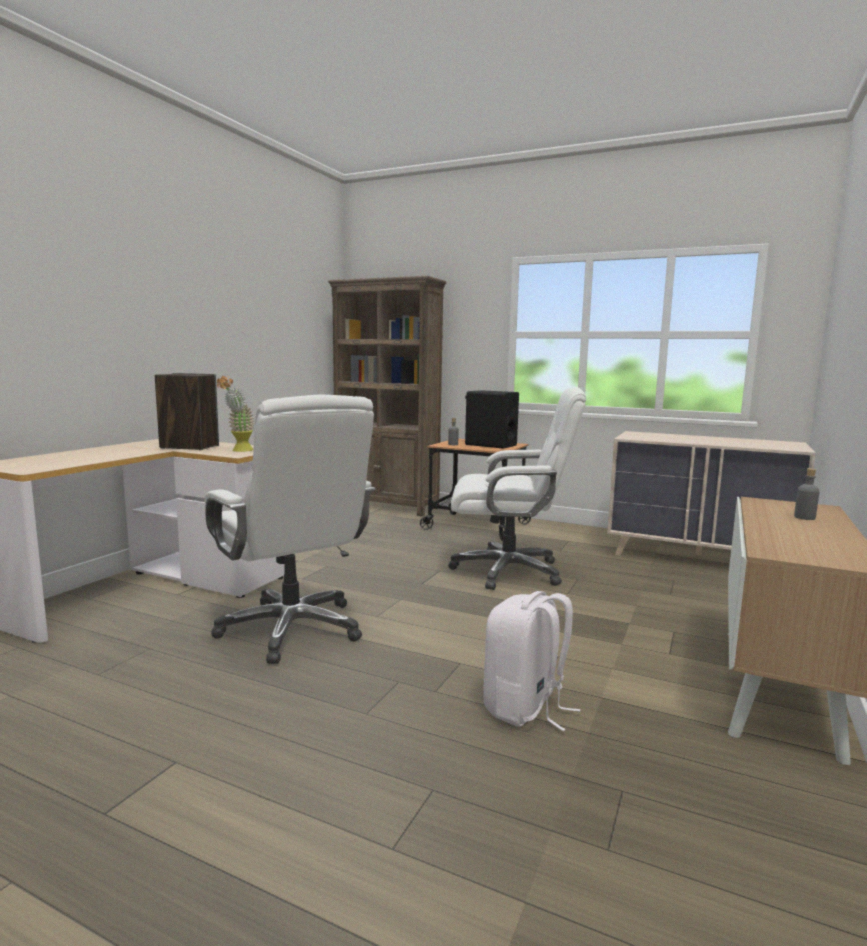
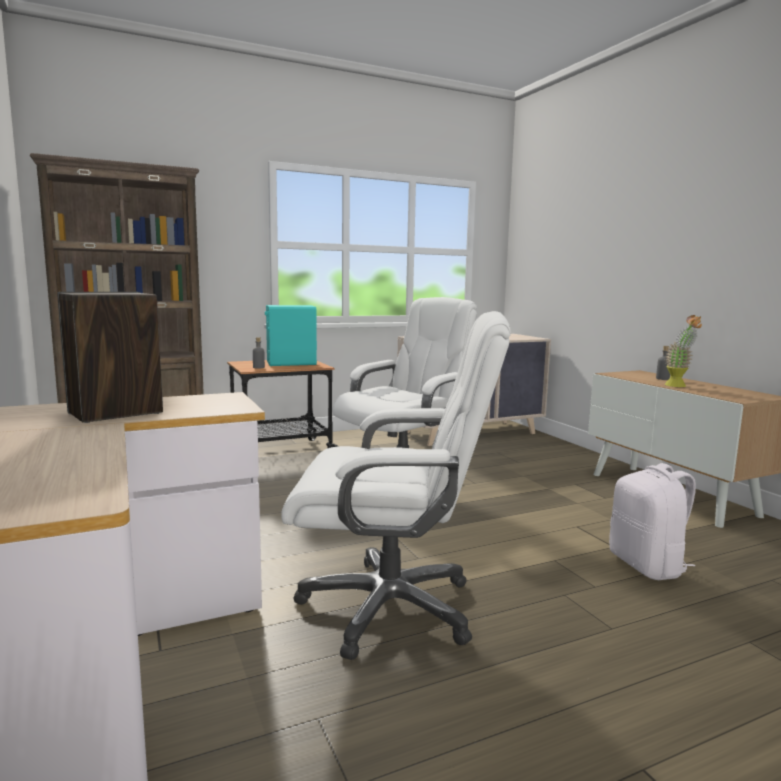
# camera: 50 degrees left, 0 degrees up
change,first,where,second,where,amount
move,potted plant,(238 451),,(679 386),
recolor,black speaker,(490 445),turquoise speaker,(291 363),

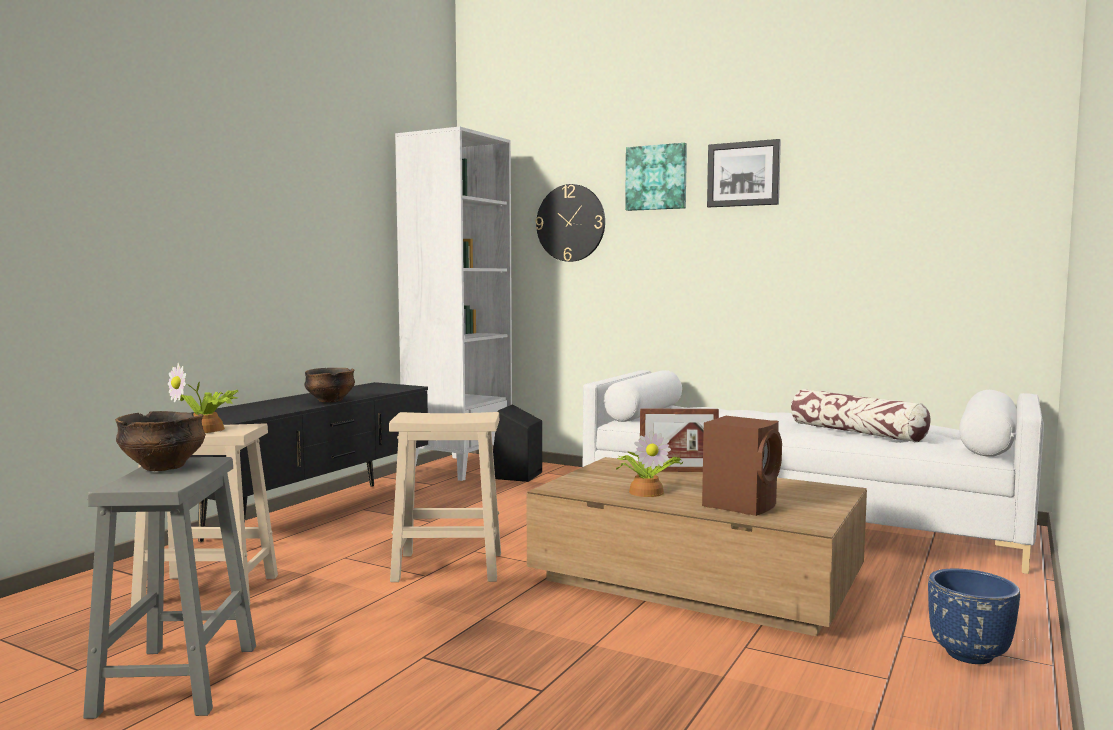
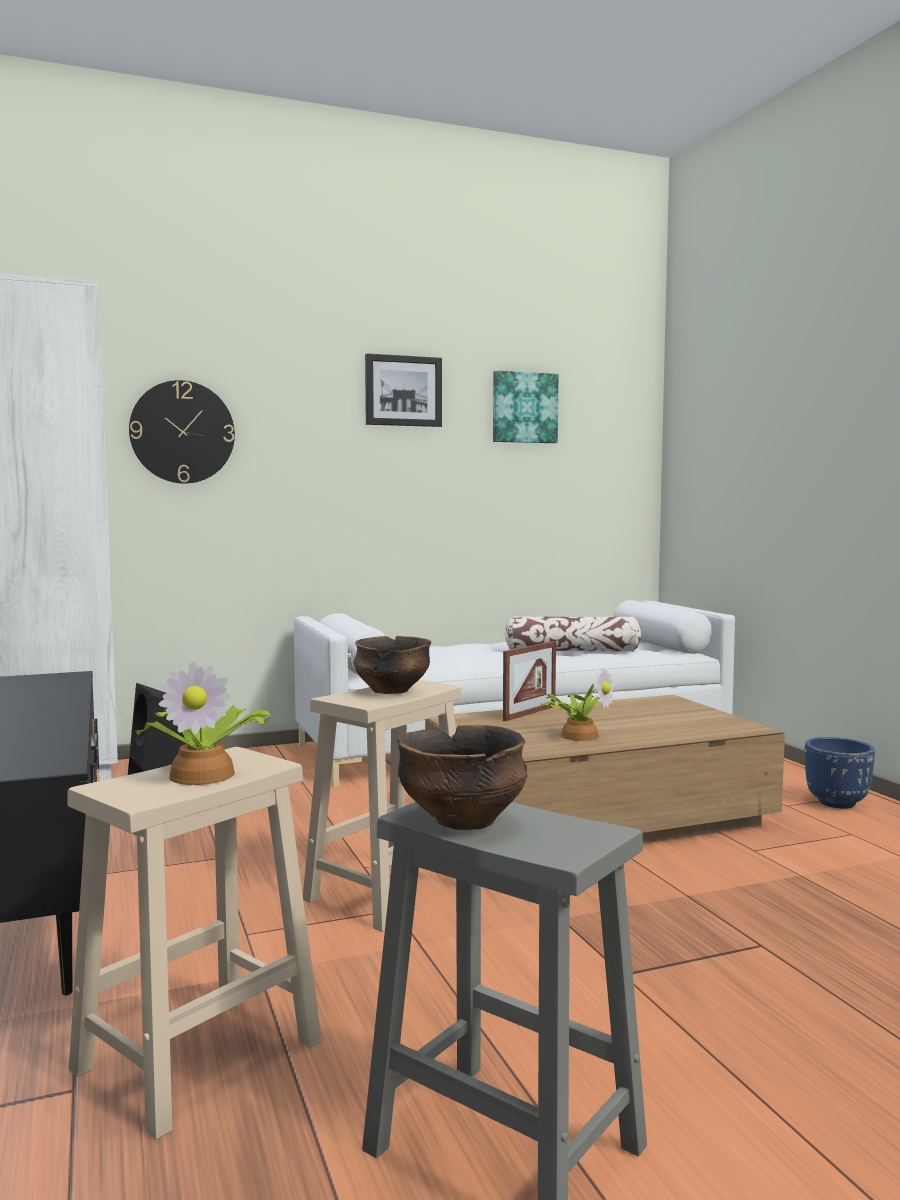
# camera: 50 degrees left, 0 degrees up
change,first,where,second,where,amount
move,picture,(656 177),,(524 408),
move,bowl,(330 401),,(391 691),
delete,brown speaker,(741 505),,,

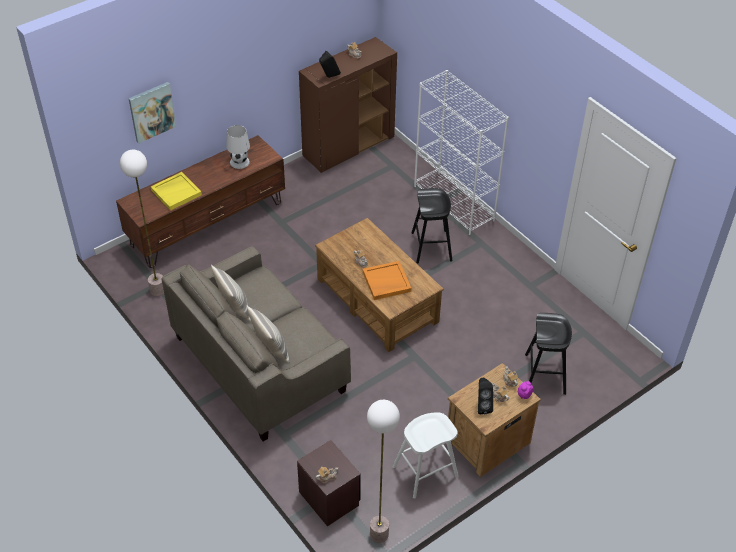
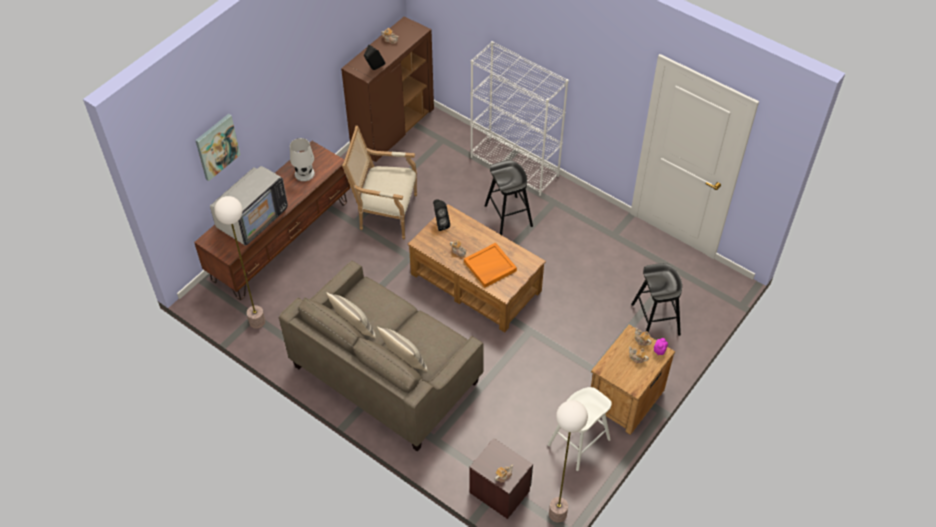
# camera: 15 degrees left, 5 degrees up
change,first,where,second,where,amount
replace,yellow tray,(176 192),television,(252 219),
move,black speaker,(482 406),,(440 224),
insert,,,armchair,(384 213),

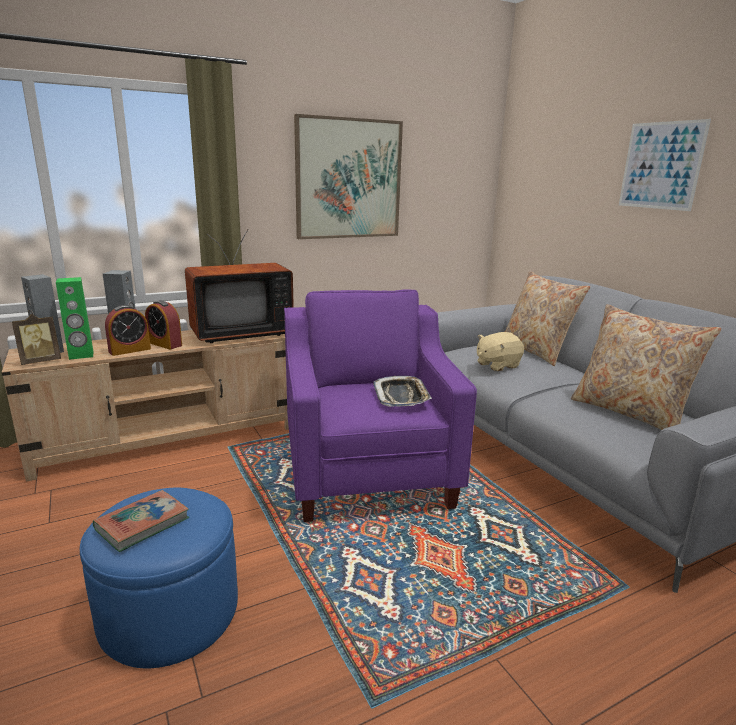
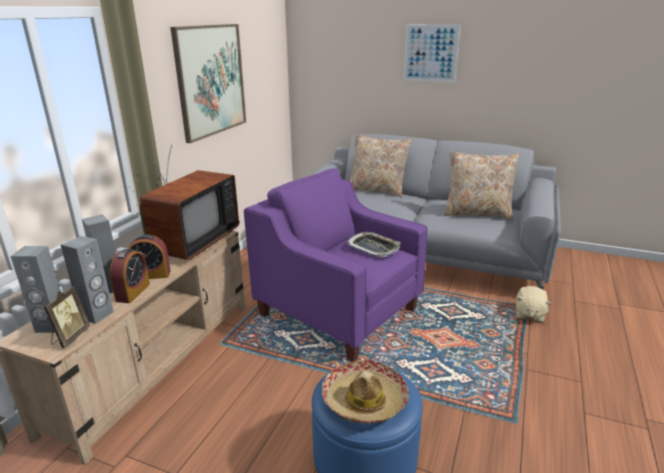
# camera: 40 degrees left, 5 degrees up
change,first,where,second,where,amount
recolor,green speaker,(81 355),grey speaker,(97 315),
move,beige plush toy,(497 365),,(529 314),
replace,book,(142 524),hat,(364 400),

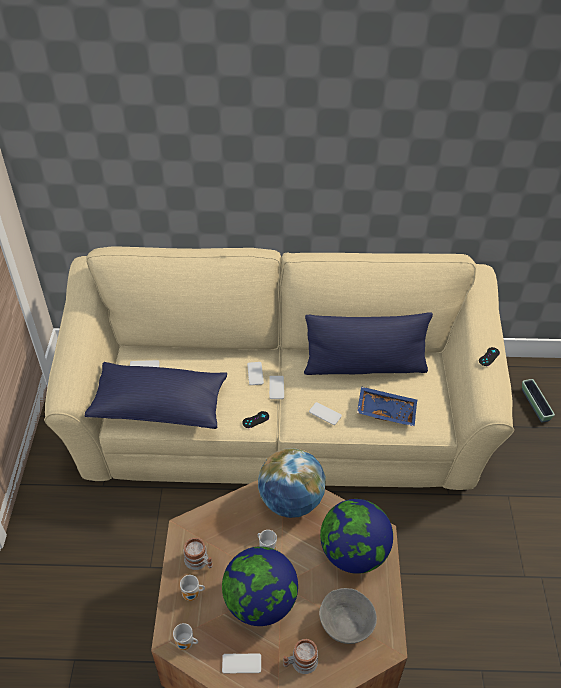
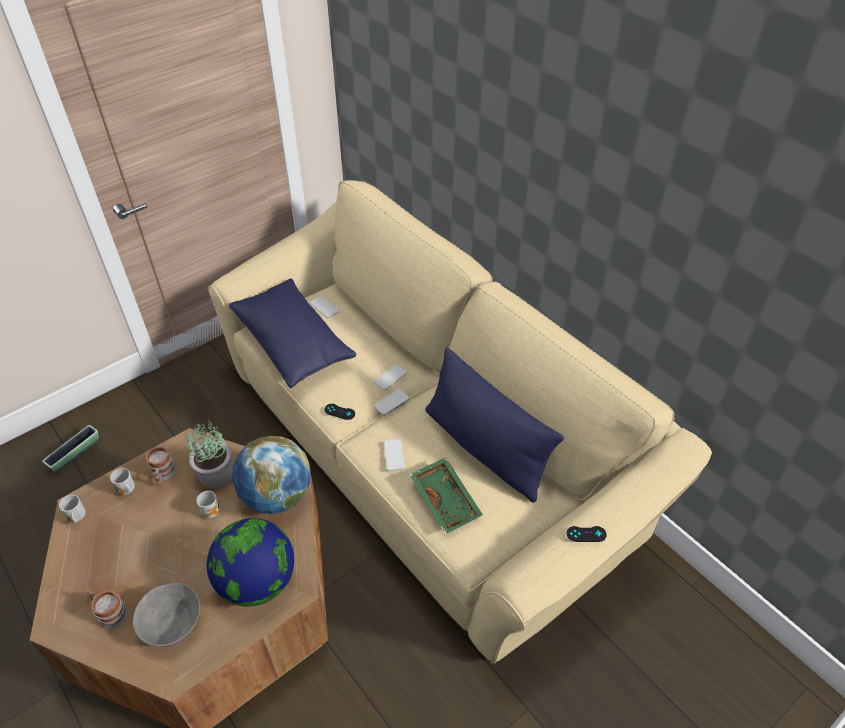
# camera: 50 degrees right, 0 degrees up
change,first,where,second,where,amount
move,planter,(535 405),,(75 454),
recolor,blue tray,(386 410),green tray,(446 500),
delete,globe,(260 602),,,
delete,phone,(241 663),,,
insert,,,potted plant,(217 474),

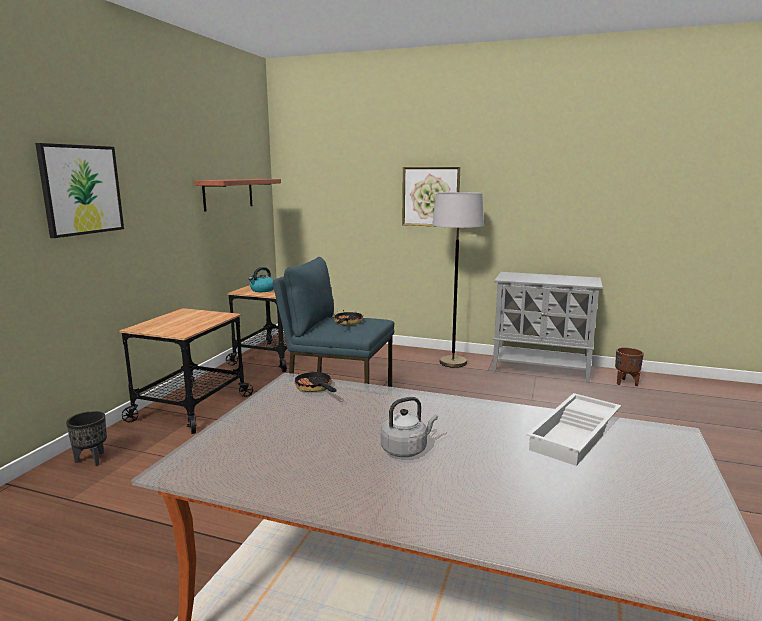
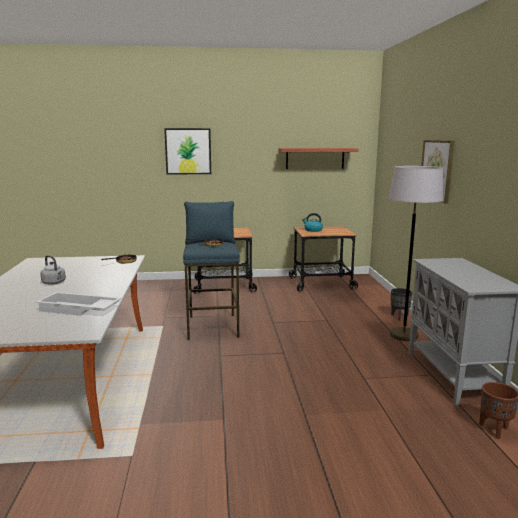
# camera: 65 degrees right, 0 degrees up
change,first,where,second,where,amount
move,black planter,(92 459),,(399 317),

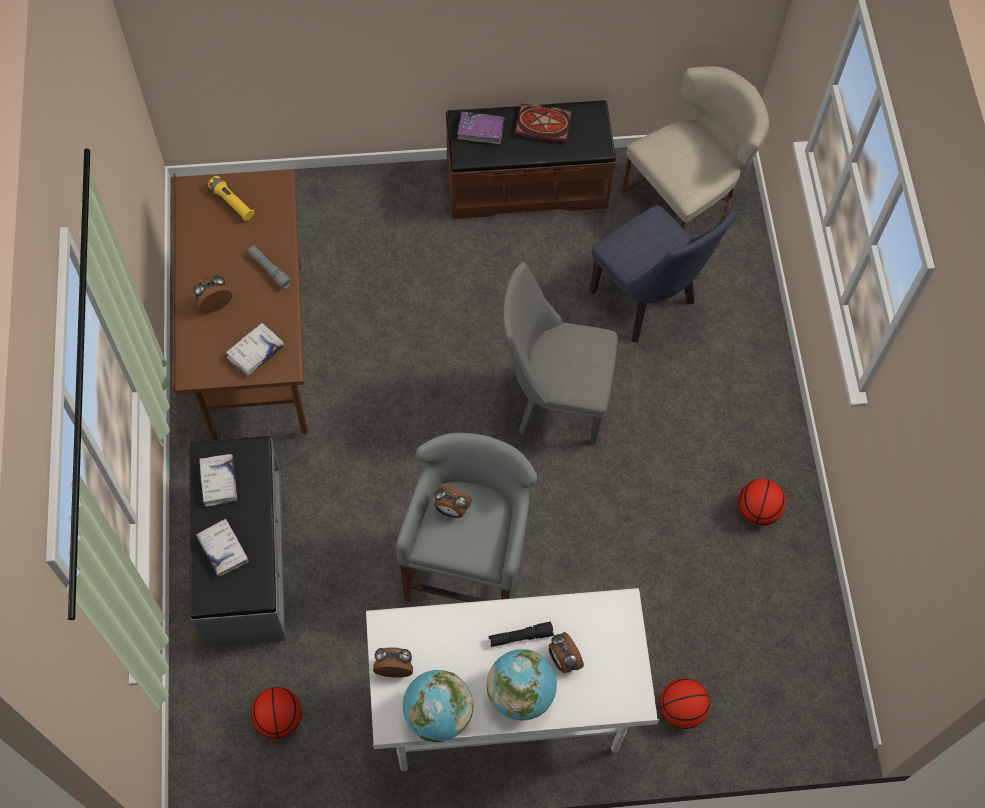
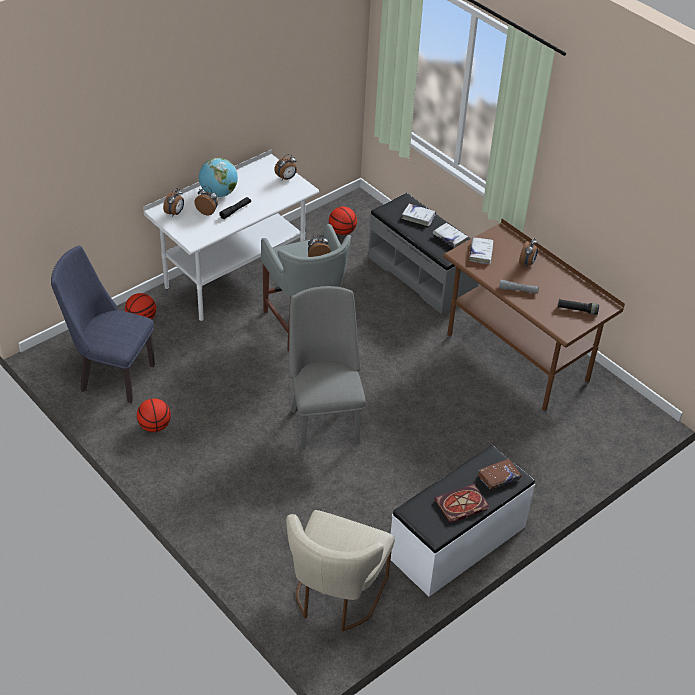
# camera: 145 degrees right, 20 degrees down
change,first,where,second,where,amount
recolor,brown bench,(526 184),white bench,(458 543),
recolor,purple book,(480 130),brown book,(498 477),
recolor,yellow flashlight,(232 202),black flashlight,(577 310),
move,blue chair,(648 303),,(111 375),
rotate,grey chair,(553 402),,(324 420),75 degrees counterclockwise
delete,globe,(437 714),,,
insert,,,alarm clock,(175 213),

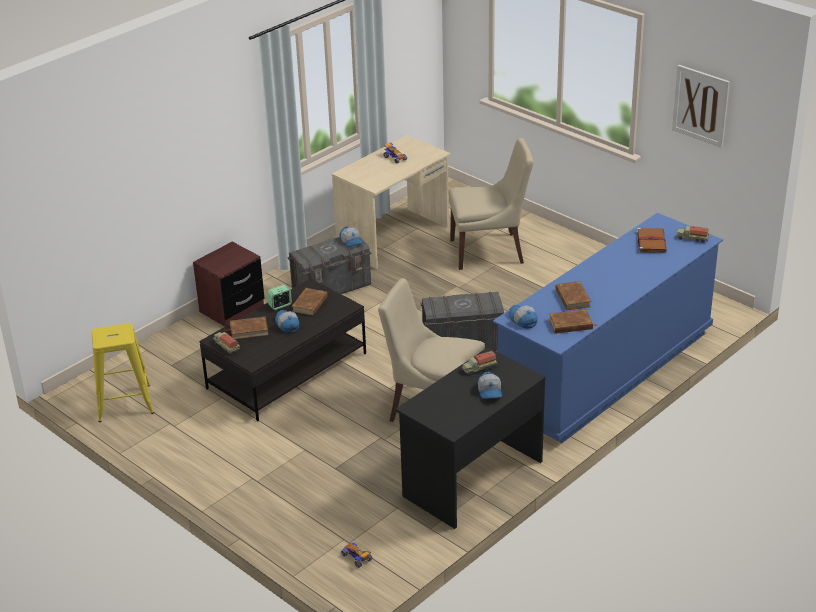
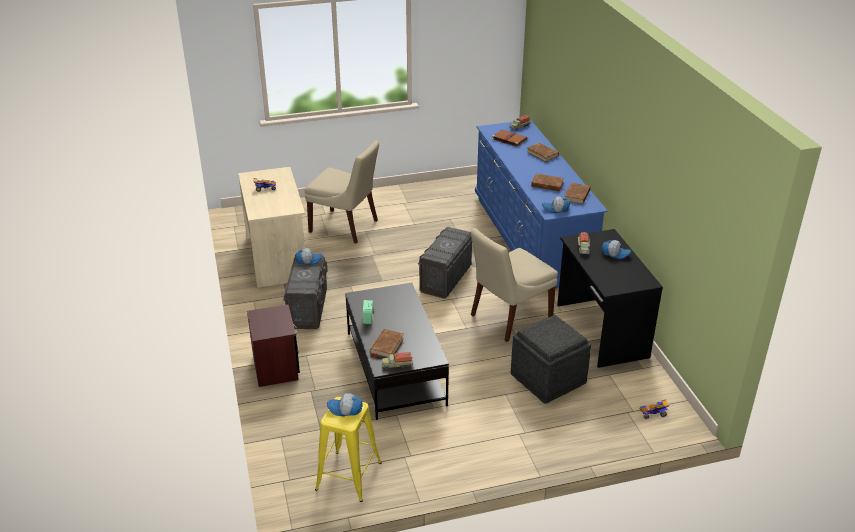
# camera: 60 degrees left, 0 degrees up
change,first,where,second,where,amount
delete,picture,(701 105),,,
rotate,beige chair,(489 251),,(346 227),90 degrees clockwise
move,brown book,(310 304),,(542 154),
move,cap,(287 325),,(345 409),
insert,,,grey ottoman,(548 379),

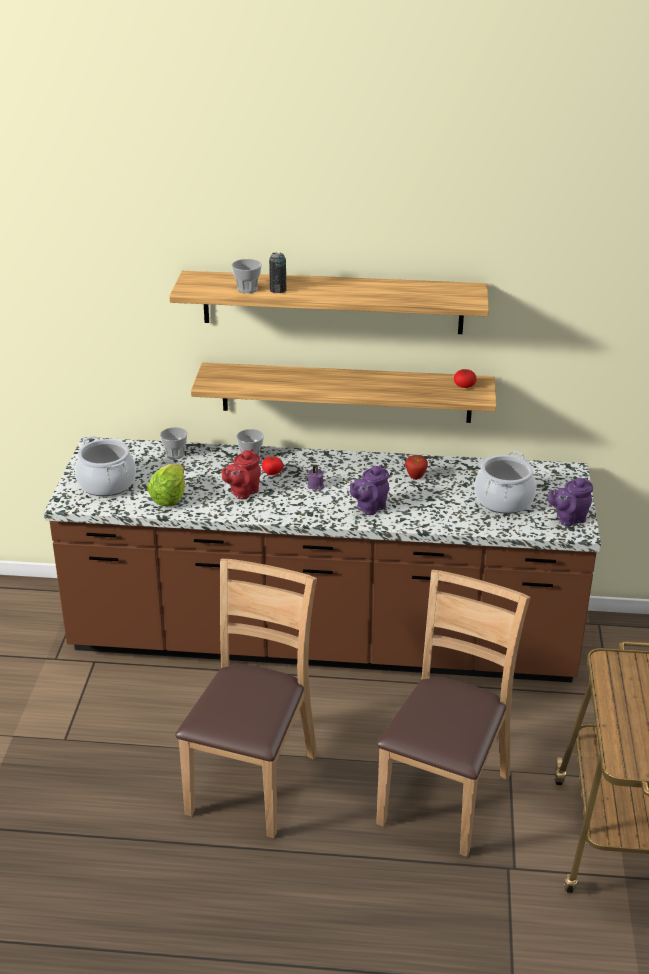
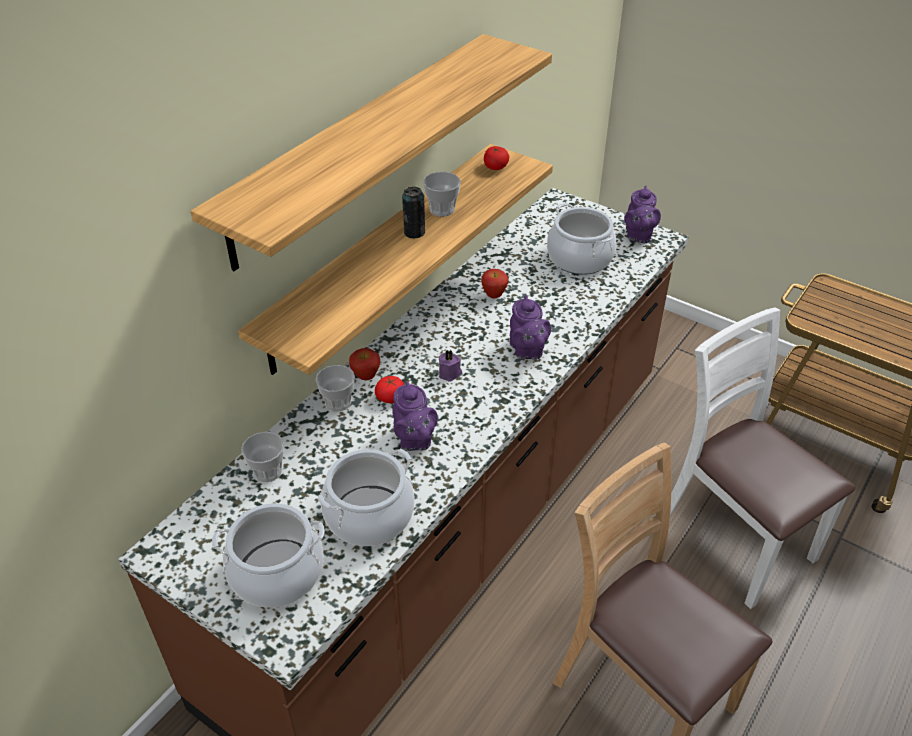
# camera: 60 degrees left, 10 degrees up
change,first,where,second,where,amount
move,can,(278 290),,(414 232),
move,cup,(247 289),,(442 209),
recolor,red teapot,(242 492),purple teapot,(414 440),
replace,lettuce,(169 497),cooking pot,(369 516),
recolor,brown chair,(444 796),white chair,(734 539),
insert,,,apple,(366 377),

